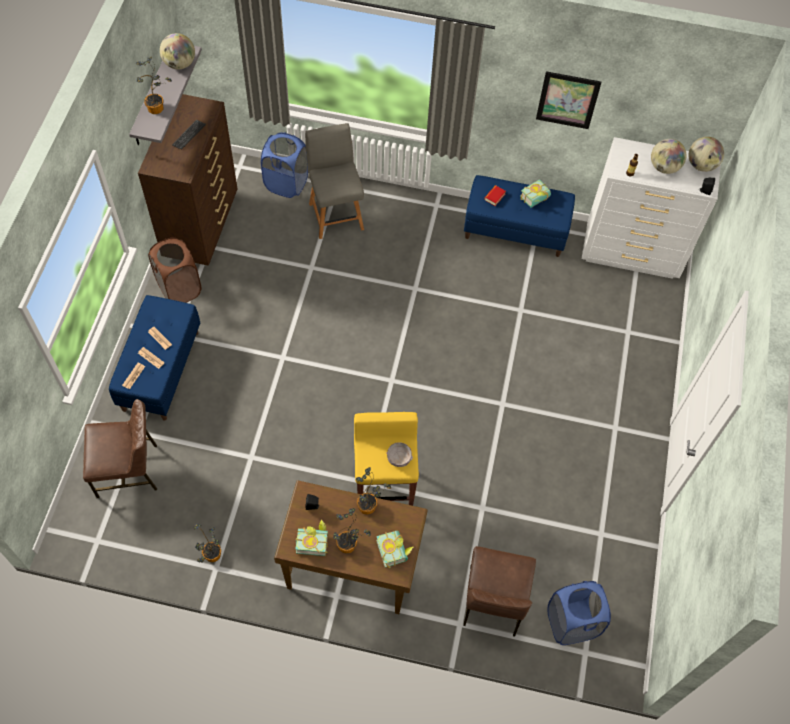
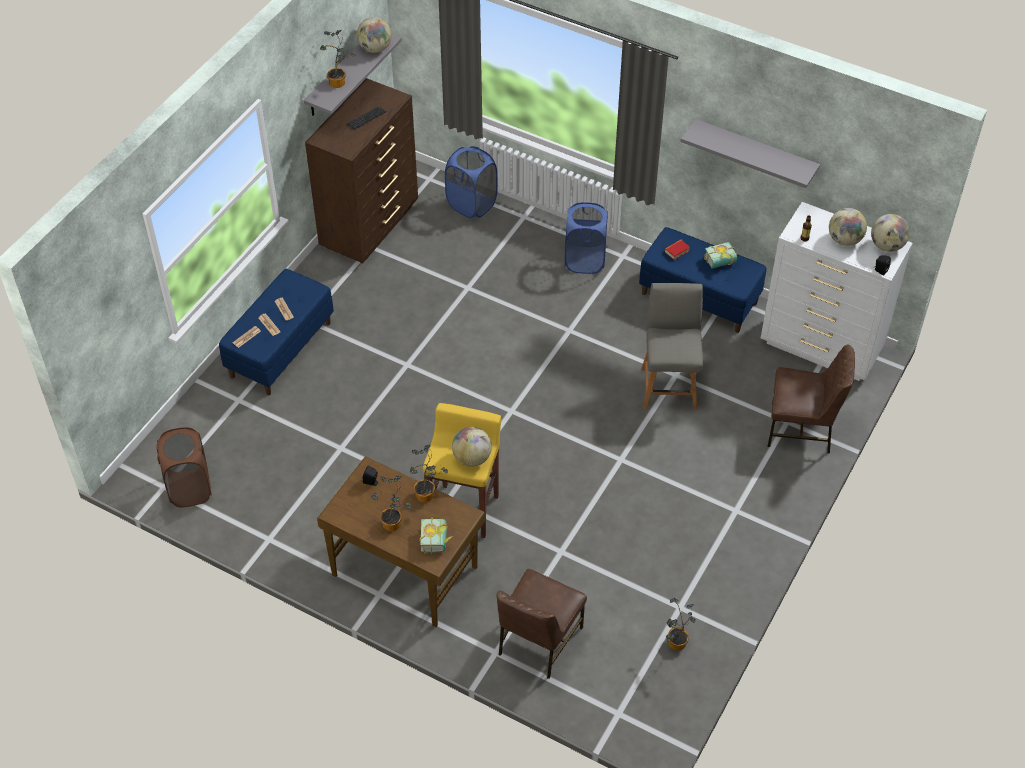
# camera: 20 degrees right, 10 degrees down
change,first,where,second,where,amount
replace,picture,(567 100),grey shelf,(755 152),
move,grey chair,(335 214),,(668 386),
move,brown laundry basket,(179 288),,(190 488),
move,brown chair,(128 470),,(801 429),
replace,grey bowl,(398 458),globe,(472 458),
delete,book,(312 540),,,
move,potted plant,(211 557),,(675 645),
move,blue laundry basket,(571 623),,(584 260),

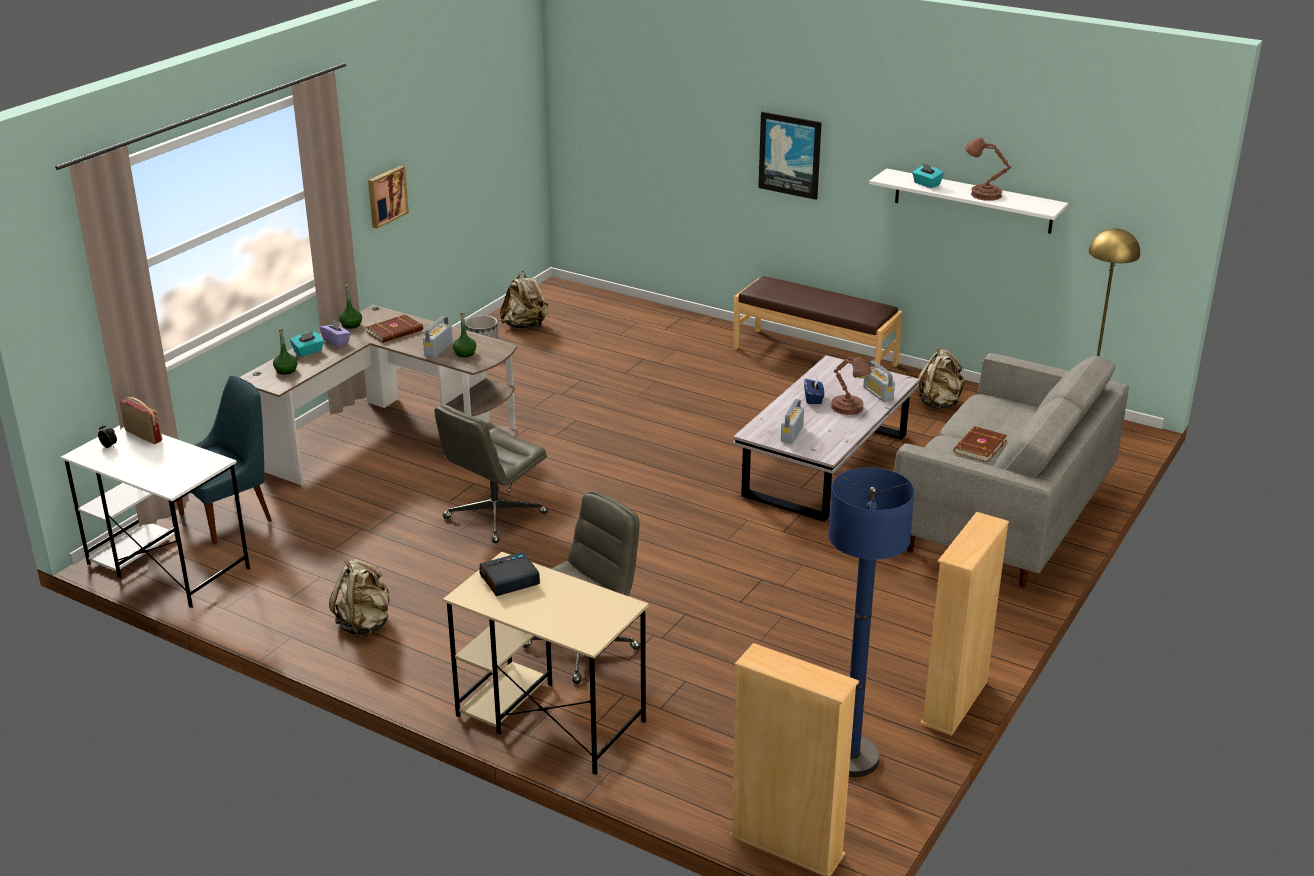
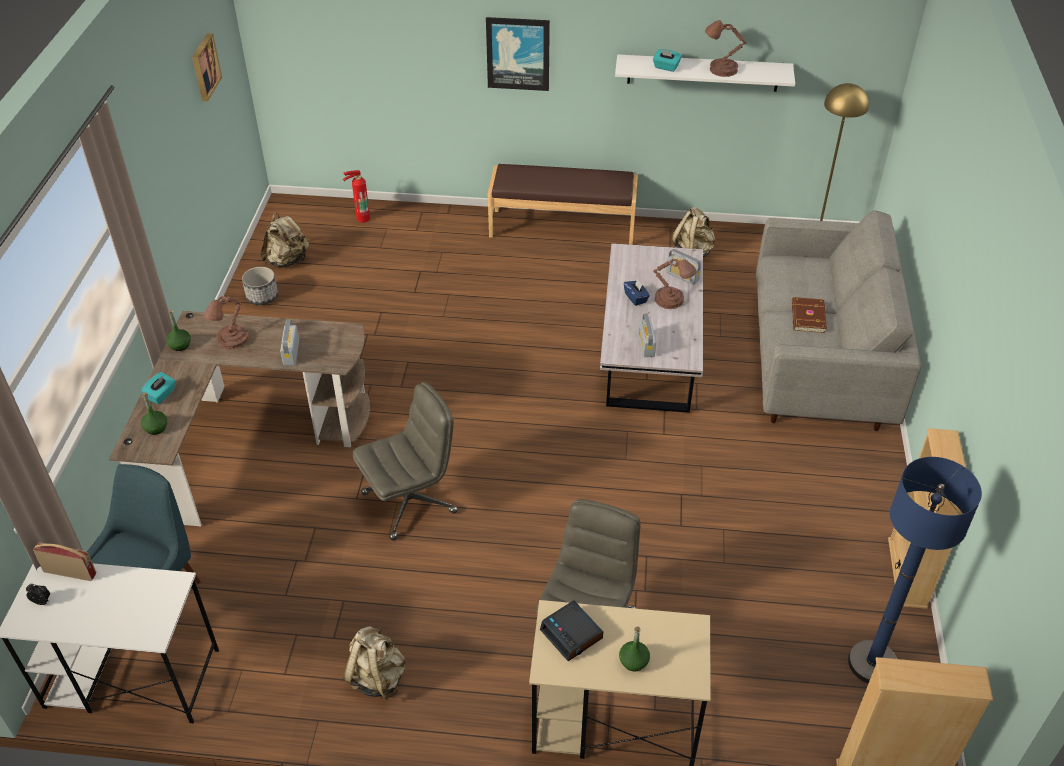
# camera: 25 degrees left, 15 degrees up
change,first,where,second,where,amount
move,picture,(386 196),,(204 67),
move,green bottle,(465 353),,(633 661),
replace,brown book,(395 331),brown table lamp,(231 341),
delete,purple tissue box,(336 341),,,
rotate,grey office chair,(494 516),,(410 502),135 degrees counterclockwise
rotate,alarm clock,(509 580),,(572 634),75 degrees counterclockwise
insert,,,fire extinguisher,(361 218),

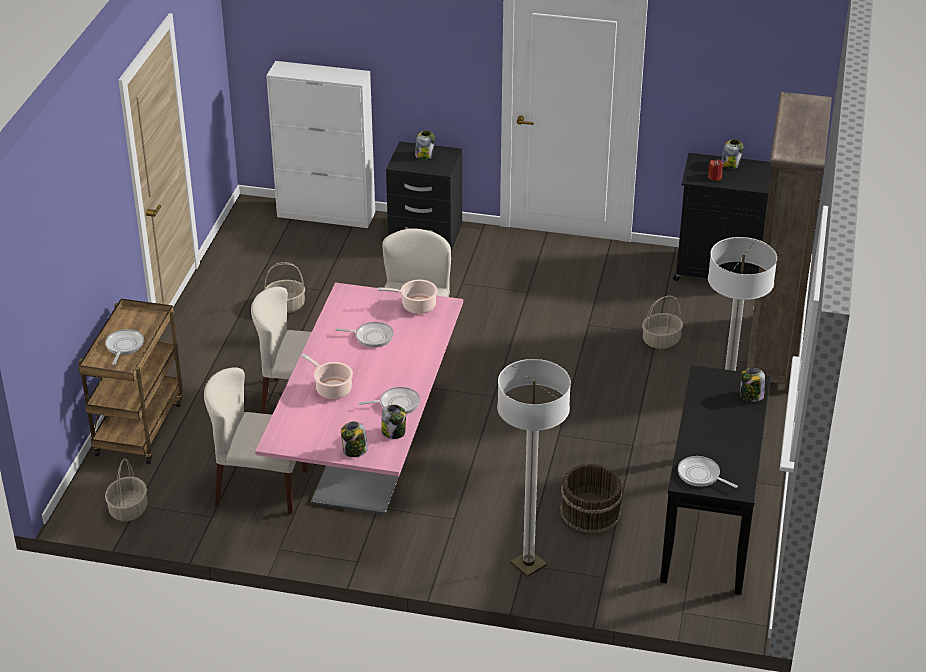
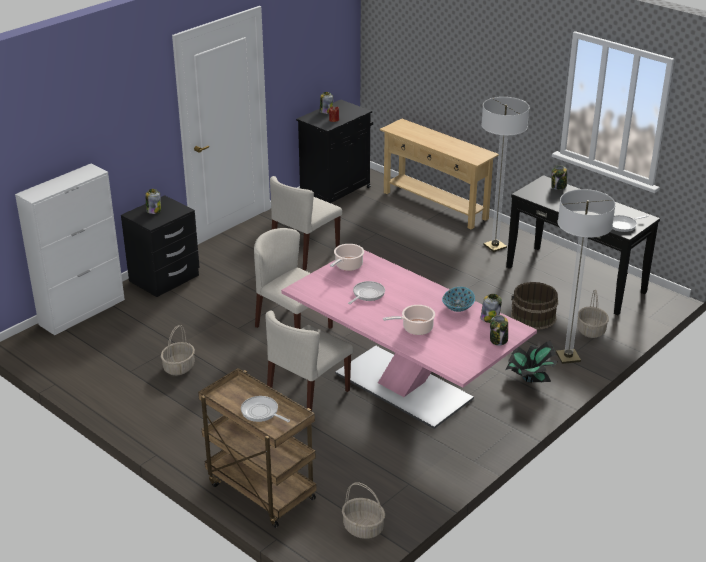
# camera: 60 degrees left, 5 degrees down
change,first,where,second,where,amount
replace,brown bookcase,(772 354),beige console table,(435 205),
move,basket,(661 341),,(591 331),
move,beige chair,(261 487),,(305 252),
replace,frying pan,(397 403),bowl,(457 307),
insert,,,potted plant,(529 379),

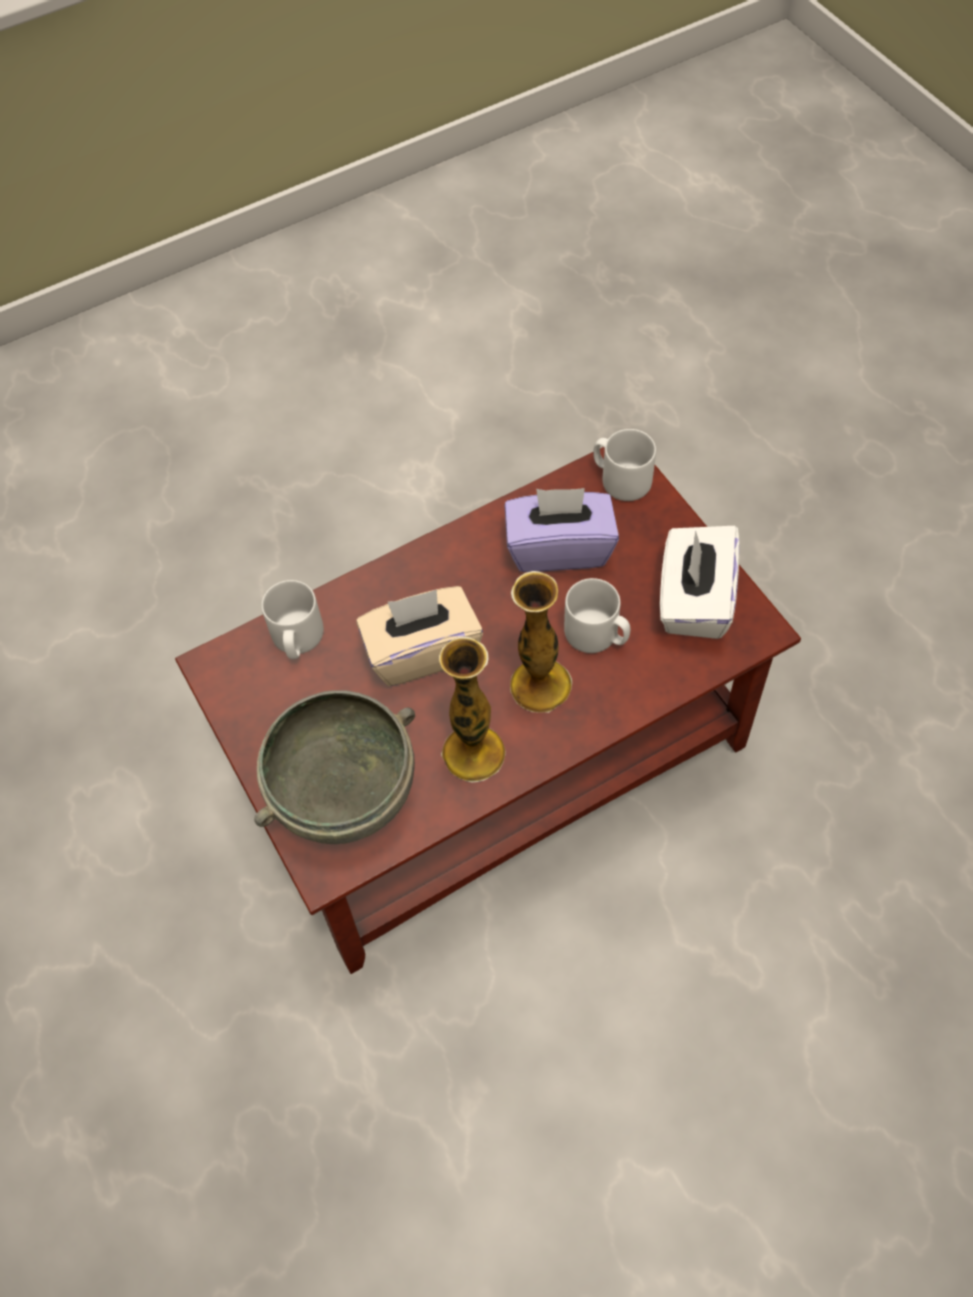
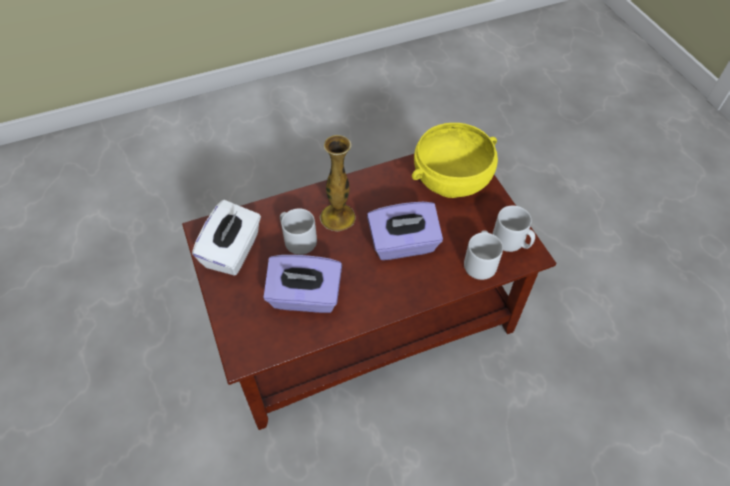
# camera: 175 degrees left, 5 degrees down
change,first,where,second,where,amount
move,grey mug,(621 479),,(511 242),
recolor,beige tissue box,(422 651),purple tissue box,(403 244),
delete,vase,(474 753),,,
recolor,grey bowl,(343 789),yellow bowl,(451 182),

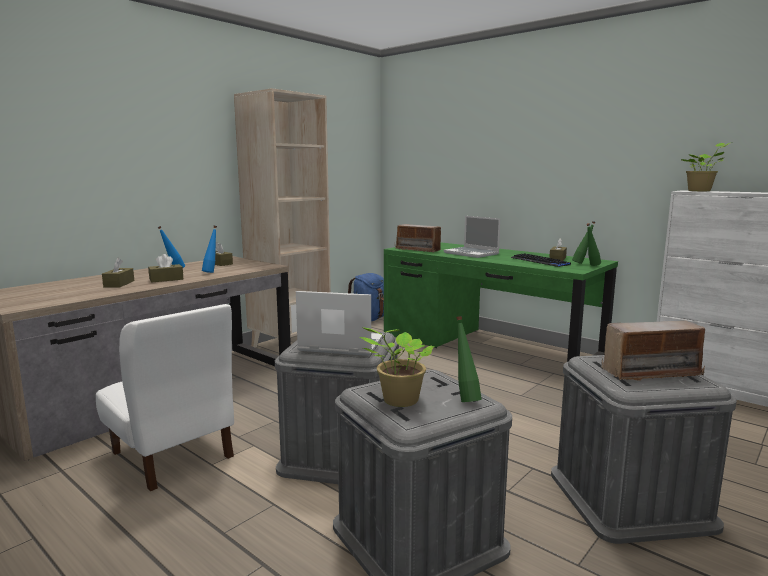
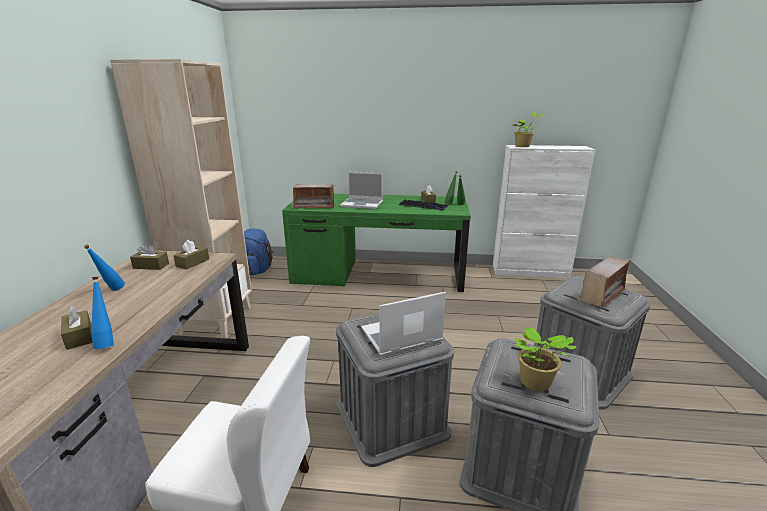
# camera: 35 degrees left, 10 degrees up
change,first,where,second,where,amount
move,blue bottle,(212 272),,(107 343),
move,brown tissue box,(166 279),,(192 263),
delete,green bottle,(465 399),,,

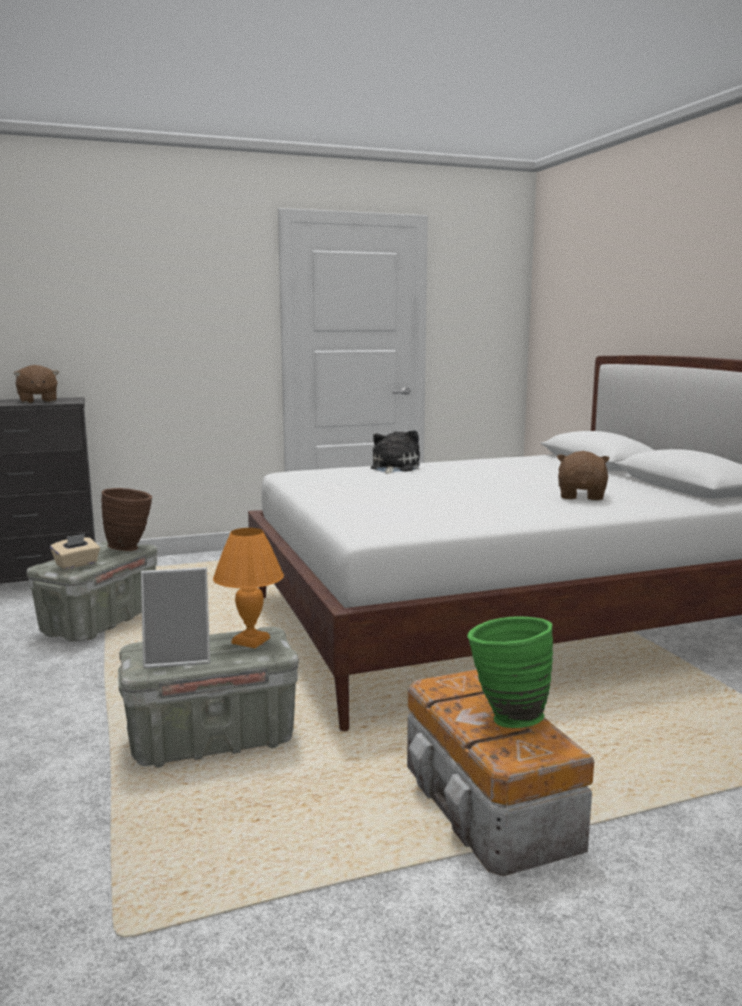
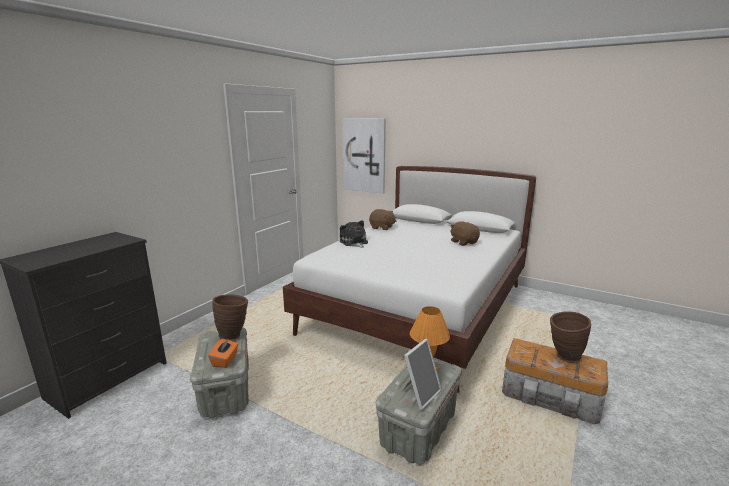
# camera: 40 degrees left, 5 degrees up
change,first,where,second,where,amount
move,brown plush toy,(37 401),,(382 227),
recolor,beige tissue box,(77 564),orange tissue box,(225 360),
recolor,green vase,(506 717),brown vase,(563 358),
insert,,,picture,(364 155),

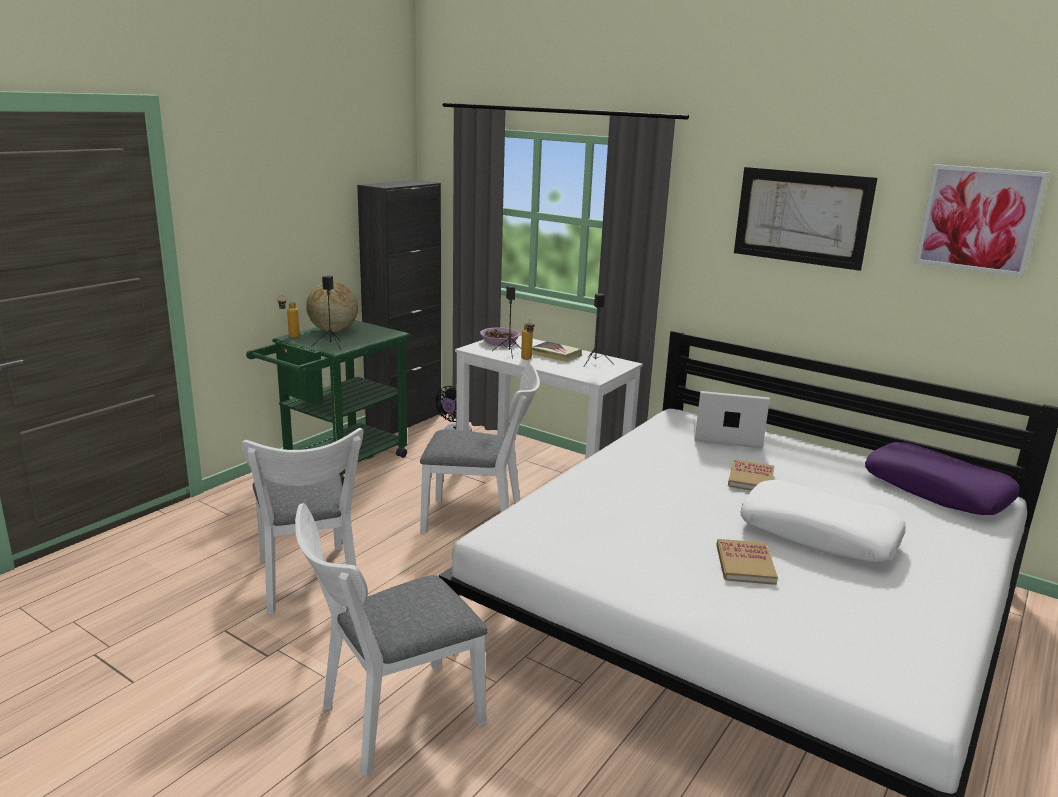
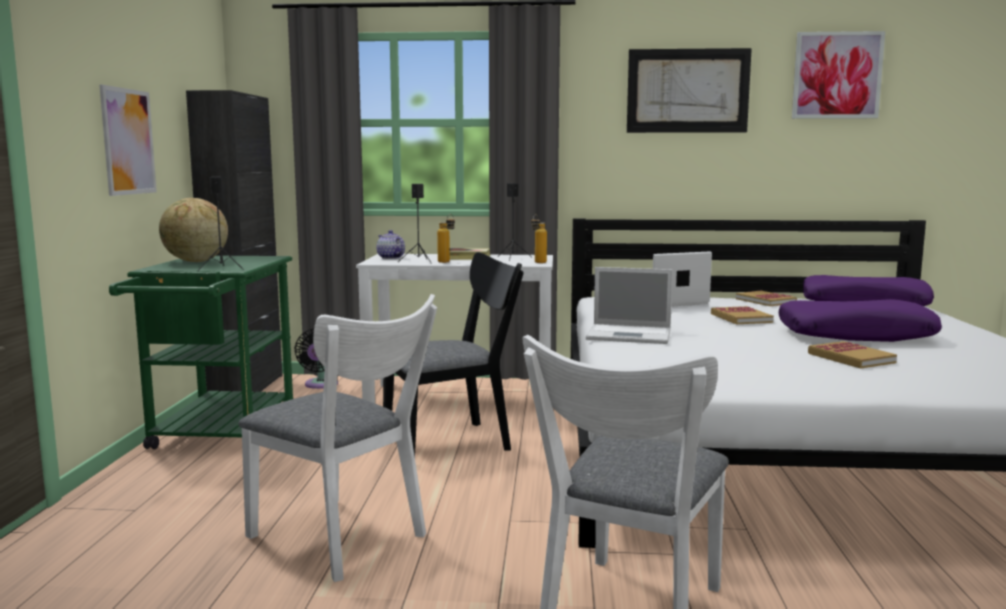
# camera: 30 degrees left, 10 degrees down
change,first,where,second,where,amount
move,bottle,(289 336),,(538 263),
replace,bowl,(499 342),teapot,(390 257),
recolor,white chair,(481 520),black chair,(455 441),
recolor,white pillow,(819 534),purple pillow,(855 335),
insert,,,picture,(128 141),
insert,,,laptop,(631 335),
insert,,,book,(765 301),

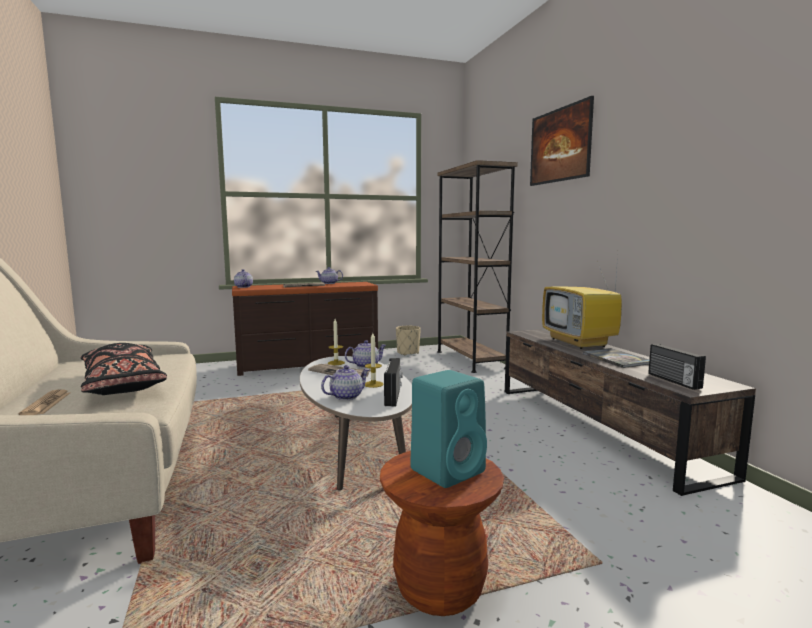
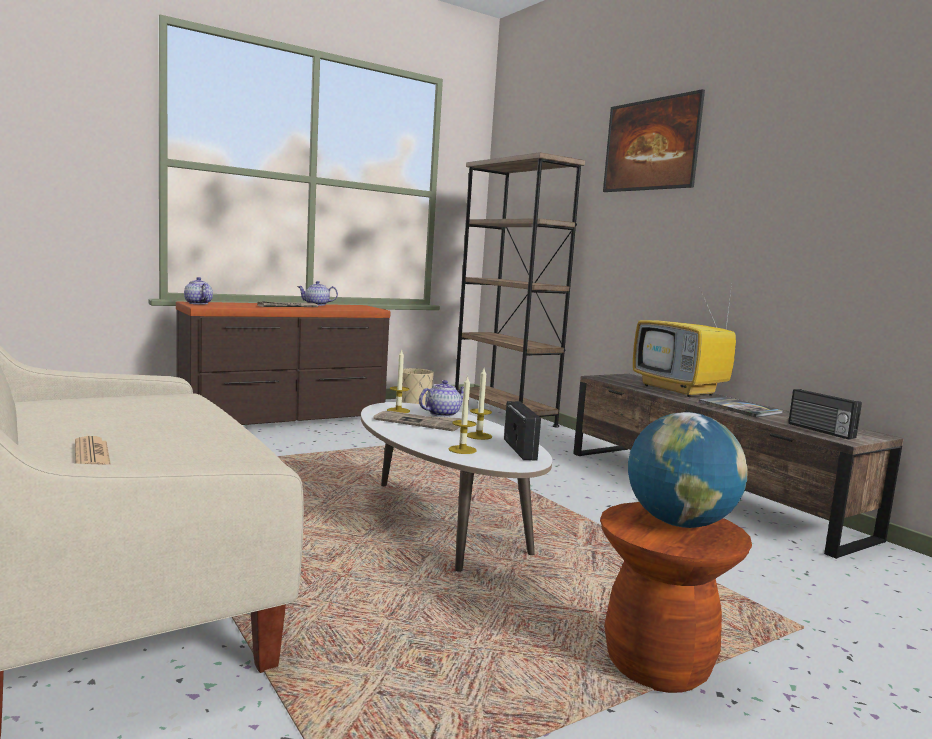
# camera: 15 degrees left, 0 degrees up
change,first,where,second,where,amount
delete,black pillow,(122 384),,,
replace,teapot,(346 396),candle,(462 450),
replace,turquoise speaker,(449 470),globe,(679 523),

